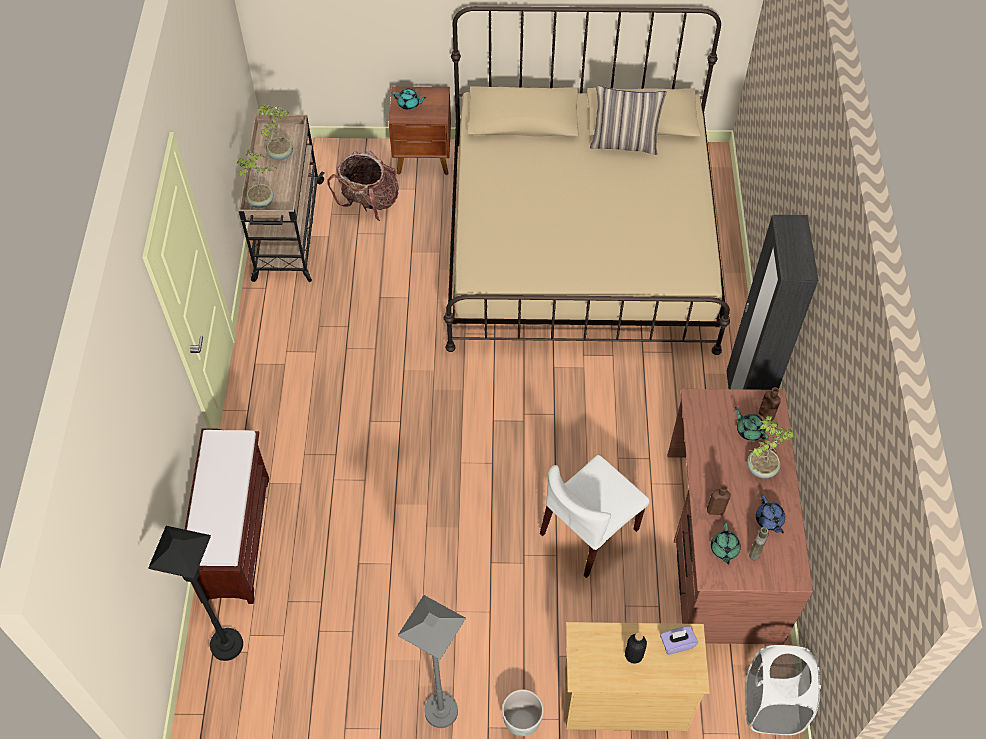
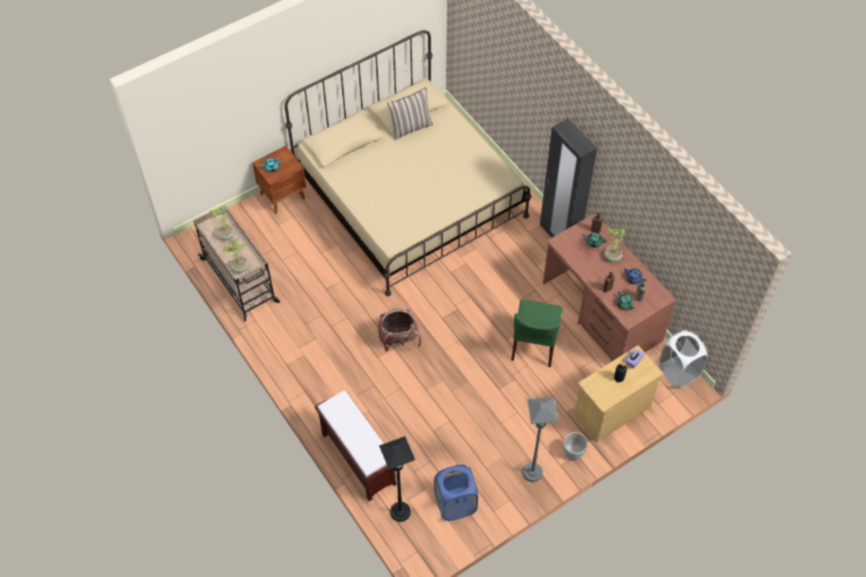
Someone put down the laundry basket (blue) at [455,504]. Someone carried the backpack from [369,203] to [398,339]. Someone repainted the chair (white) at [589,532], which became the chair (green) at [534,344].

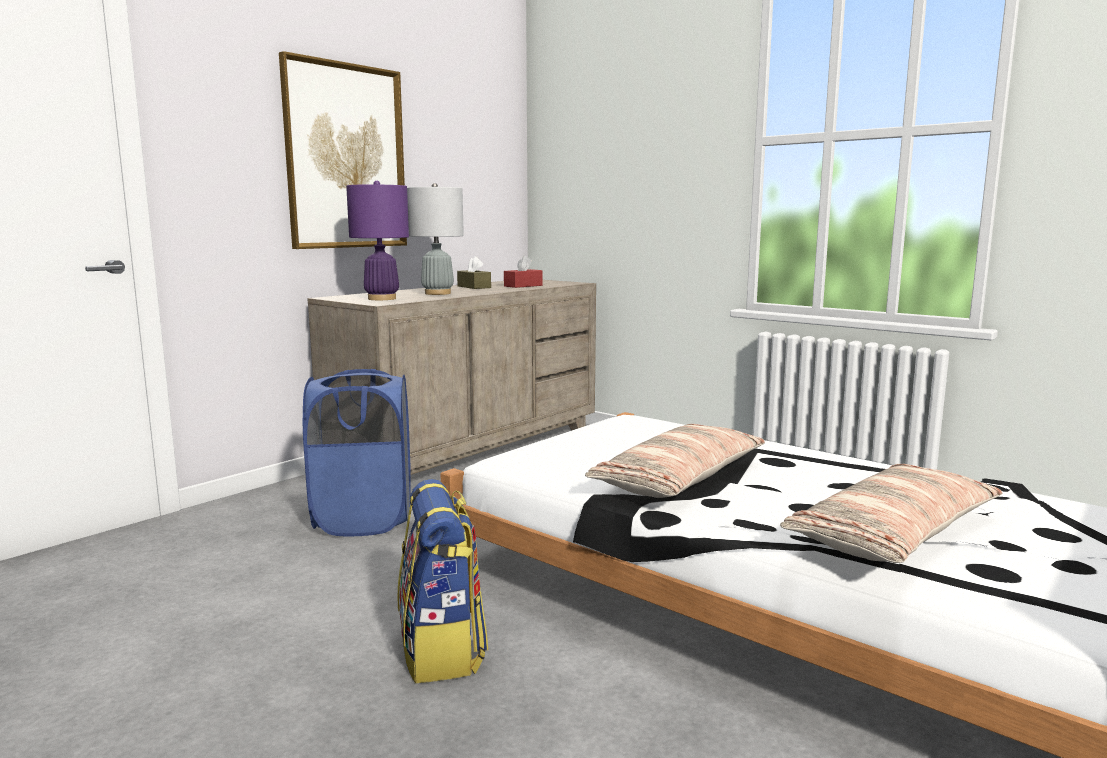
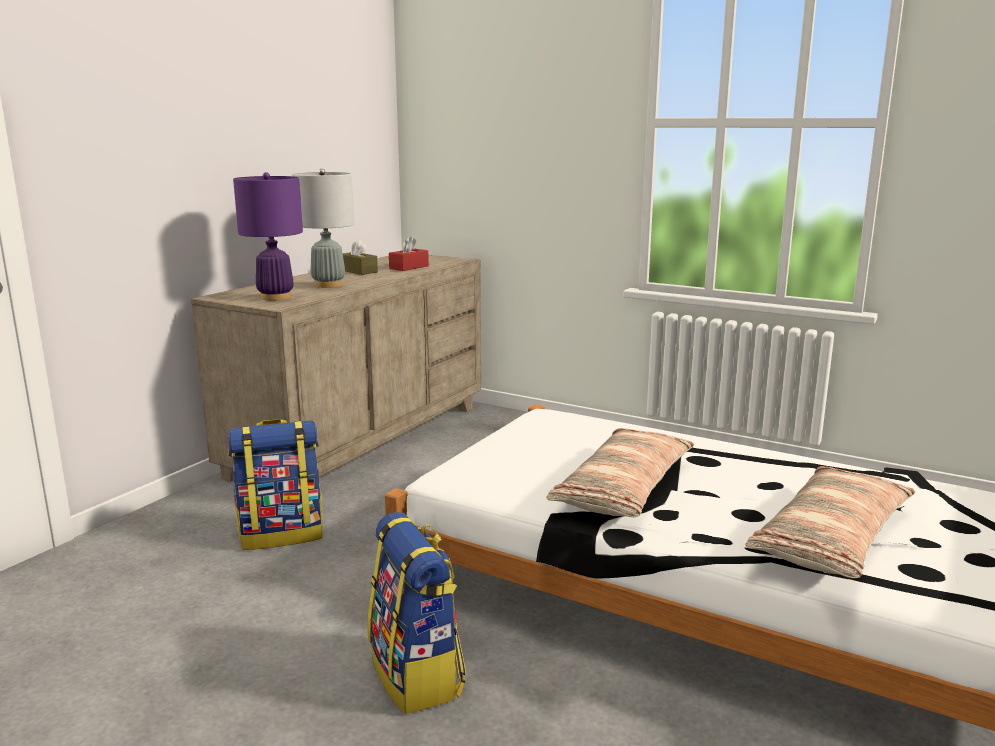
Someone took away the picture at [345,157]. Someone swapped the laundry basket (blue) at [364,519] for the backpack at [282,534].

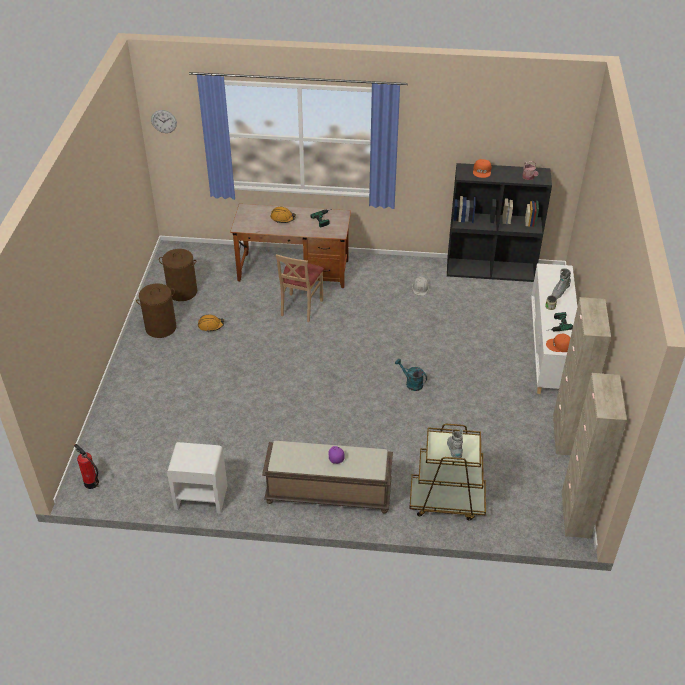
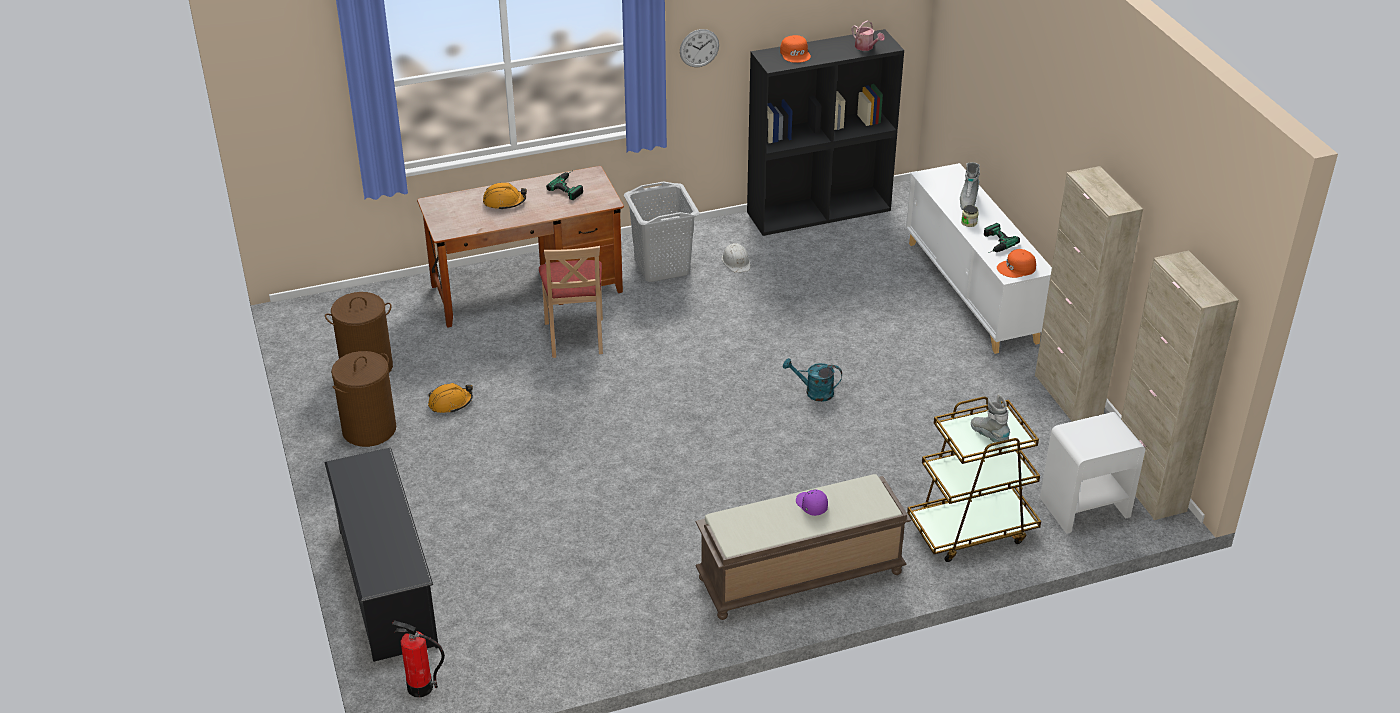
Someone put down the shoe rack (black) at [387,586]. Someone put down the laundry basket (grey) at [662,266]. Someone carried the wall clock from [164,121] to [699,48]. Someone carried the nightstand (white) from [200,497] to [1084,507].

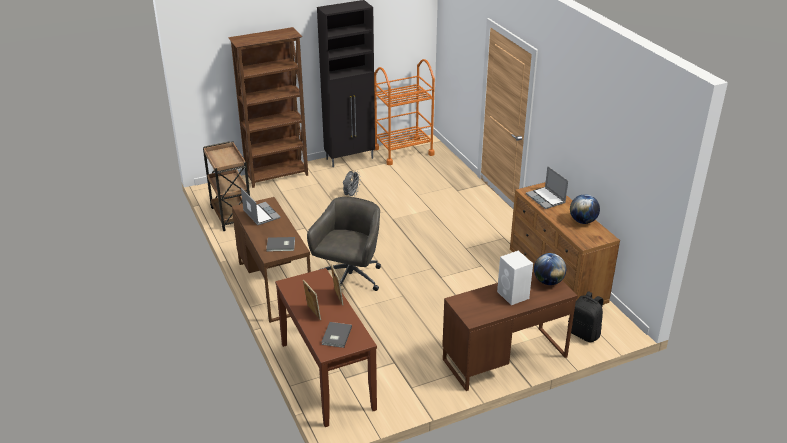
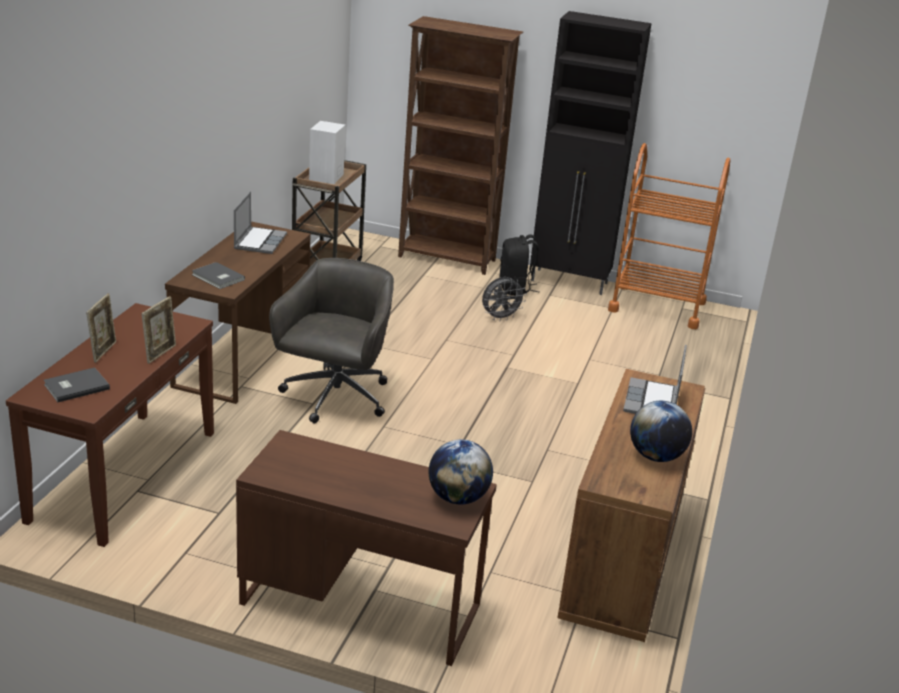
Someone carried the speaker (white) from [513,295] to [326,177]. Someone carried the backpack (black) from [584,333] to [515,289]. Someone rotated the office chair (grey) at [349,279] by 45 degrees counterclockwise.

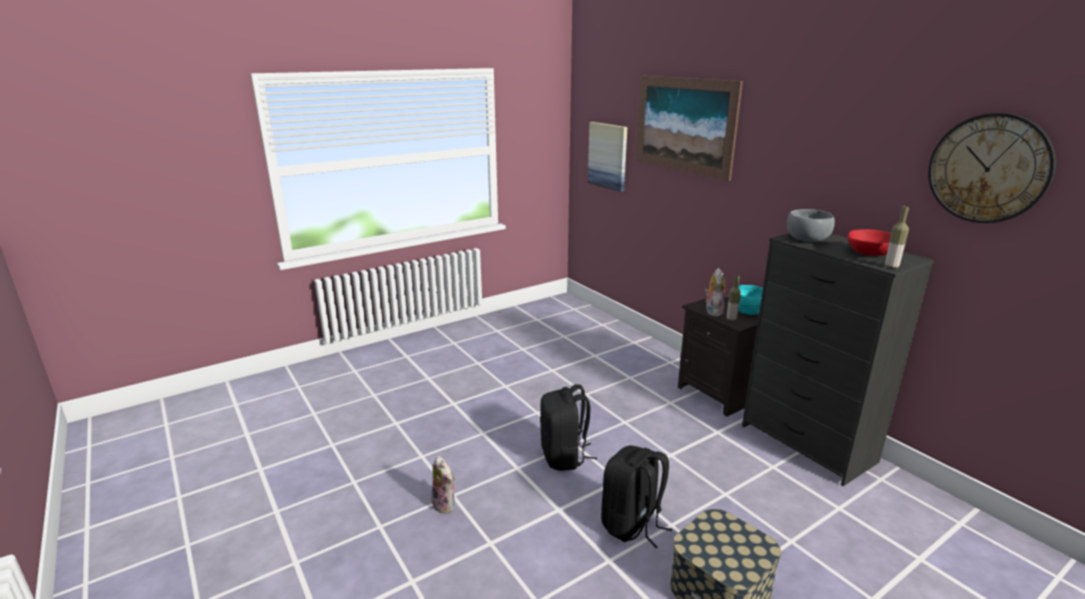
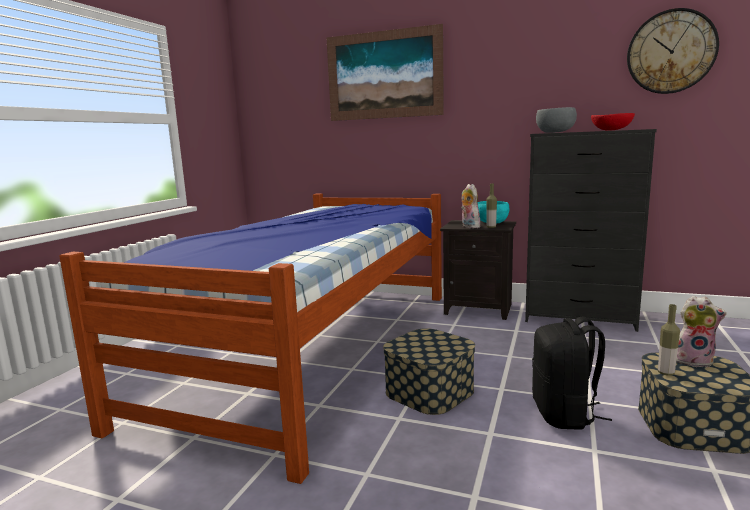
Someone took away the picture at [608,156]. Someone put down the bed at [313,348]. Someone carried the plush toy from [446,504] to [693,360]. Someone carried the bottle from [891,267] to [666,373]. Someone swapped the backpack (black) at [564,456] for the storage box at [429,391].

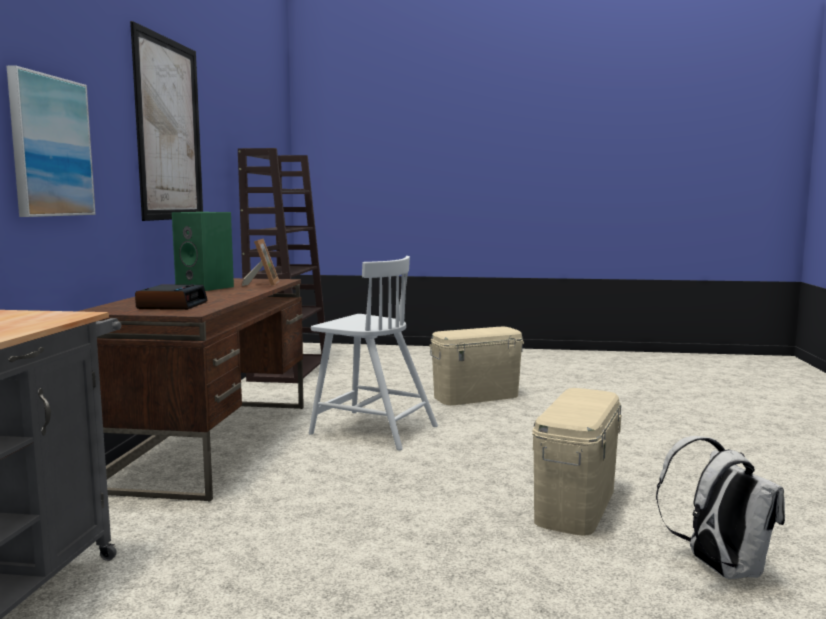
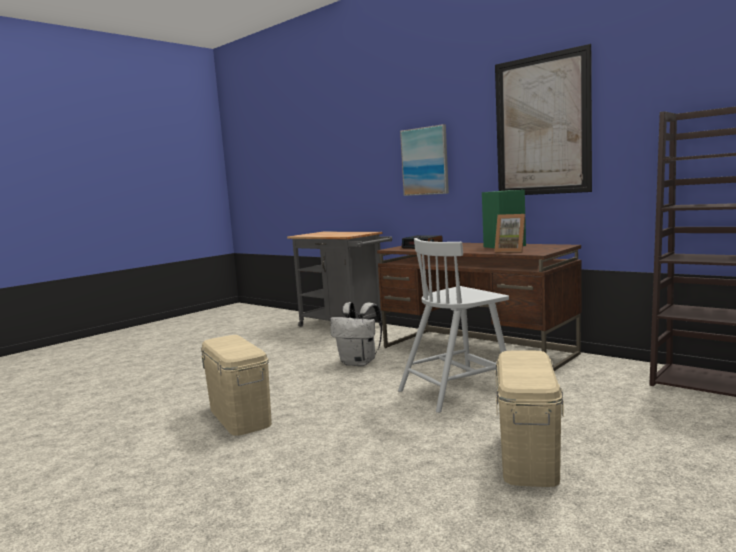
Someone carried the backpack (white) from [718,568] to [359,363].

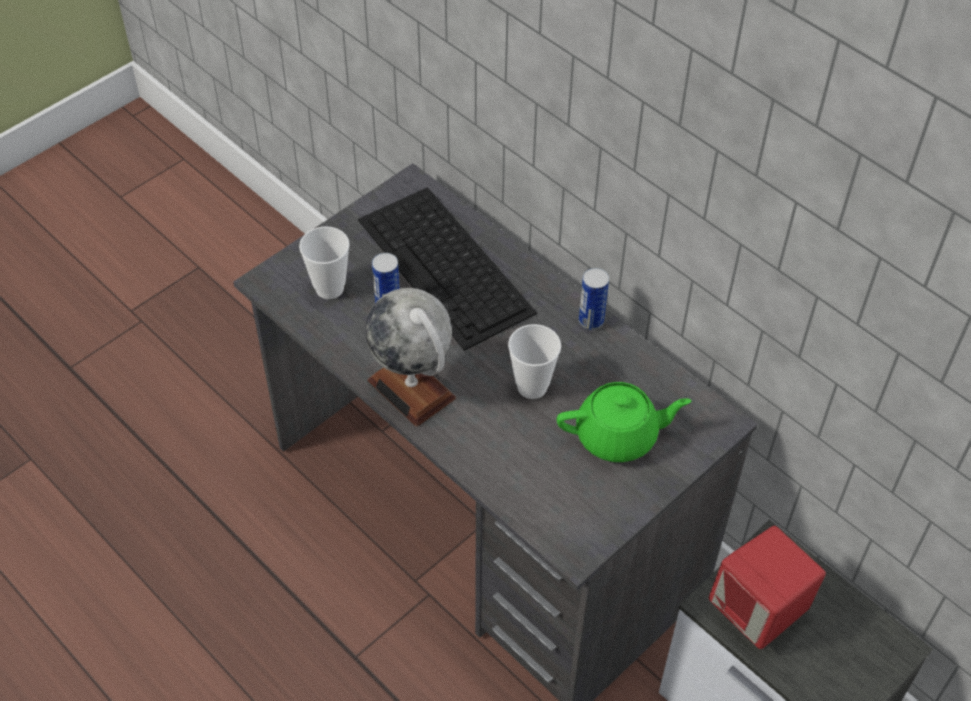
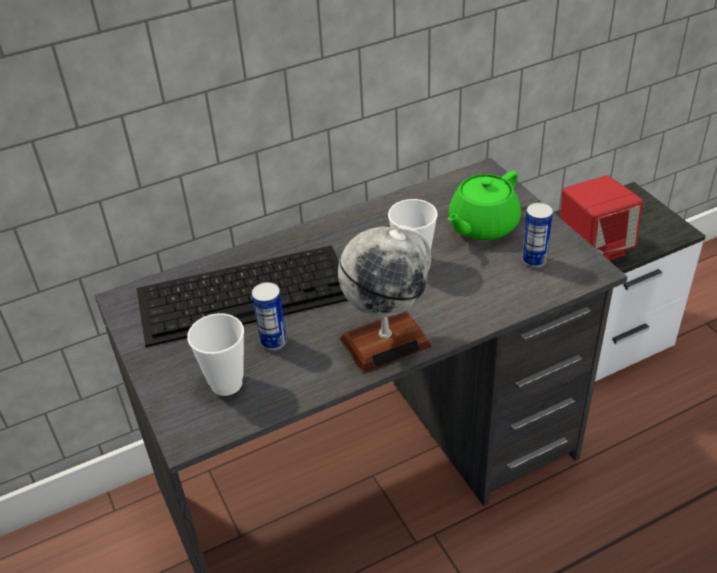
Someone carried the can from [591,321] to [534,261]. Someone rotated the teapot (green) at [618,436] by 150 degrees counterclockwise.

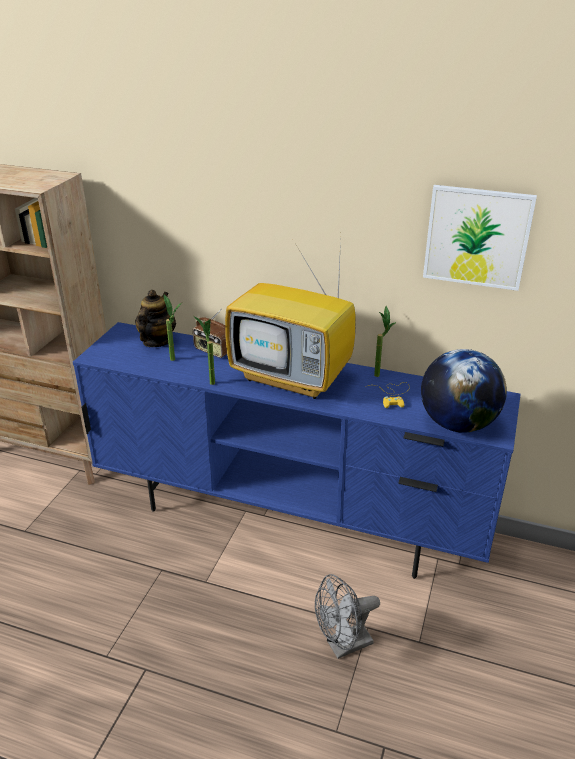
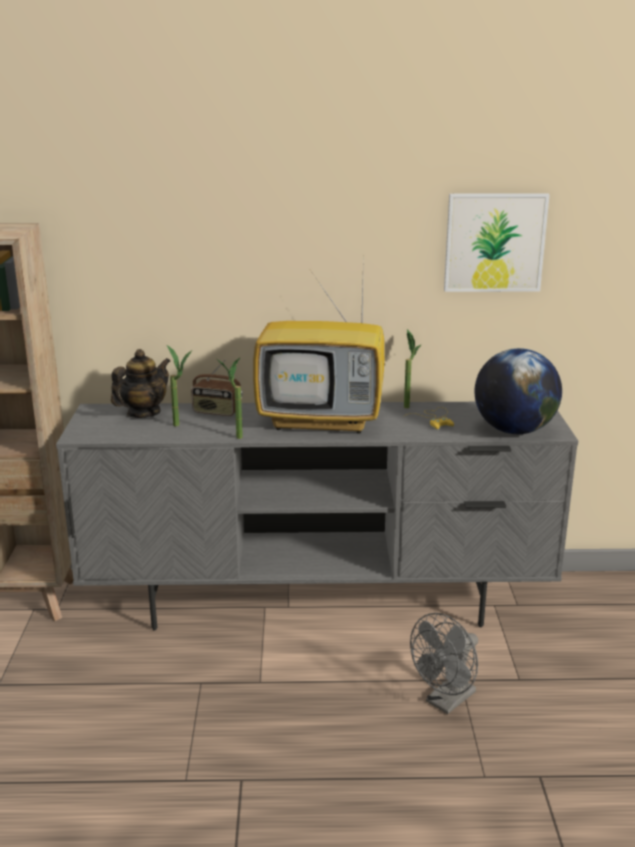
Someone repainted the tv stand (blue) at [290,518], which became the tv stand (grey) at [319,603]. Someone rotated the teapot at [157,341] by 45 degrees clockwise.

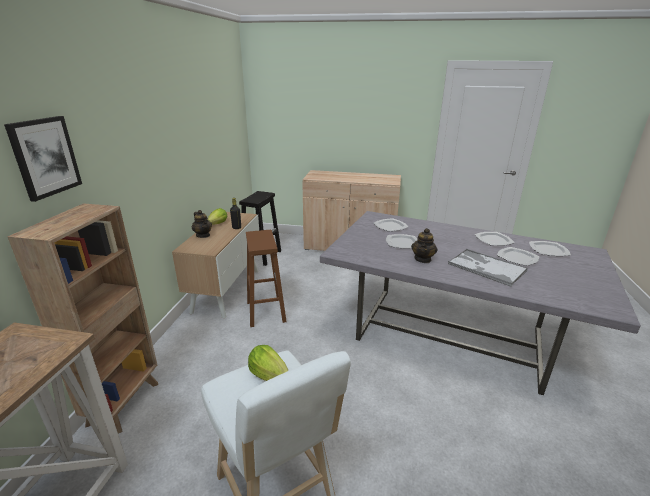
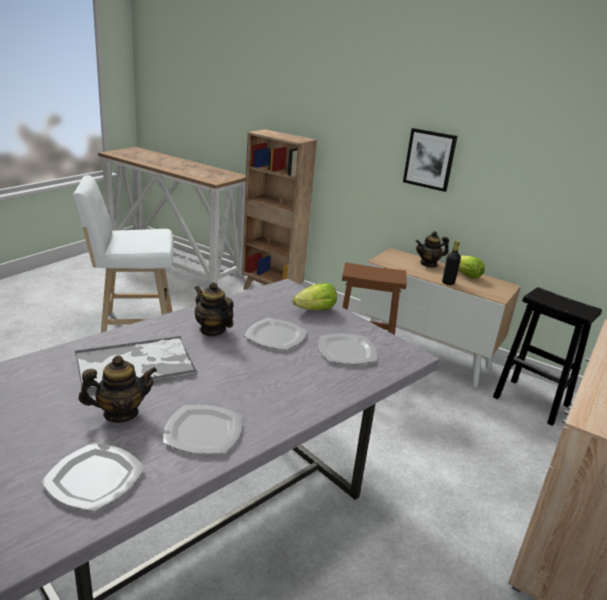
Someone carried the picture from [45,157] to [429,159]. Someone carried the lettuce from [269,375] to [316,310]. Someone swapped the plate at [517,258] for the teapot at [120,413].

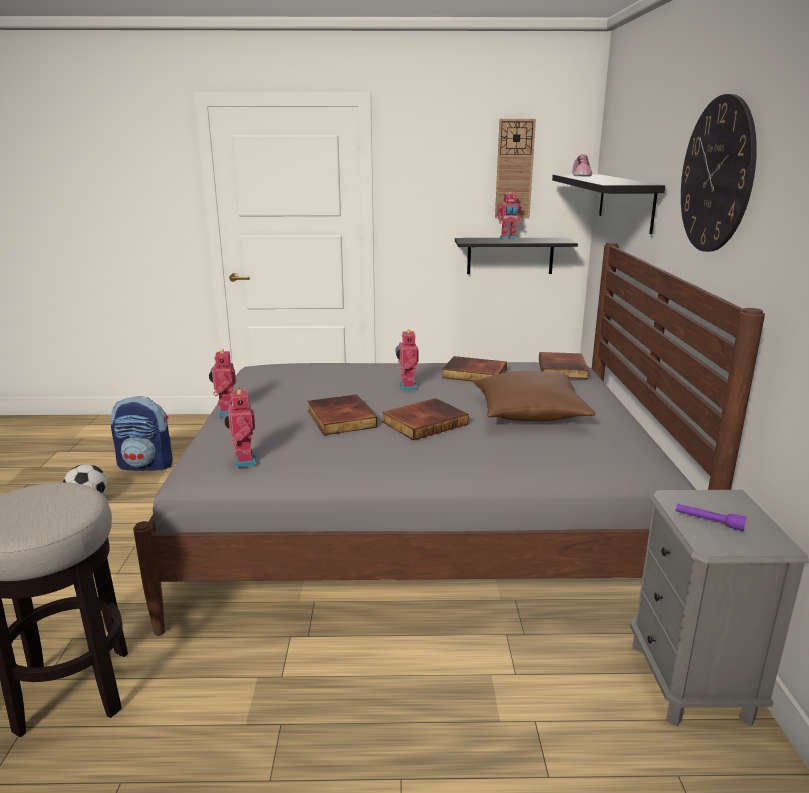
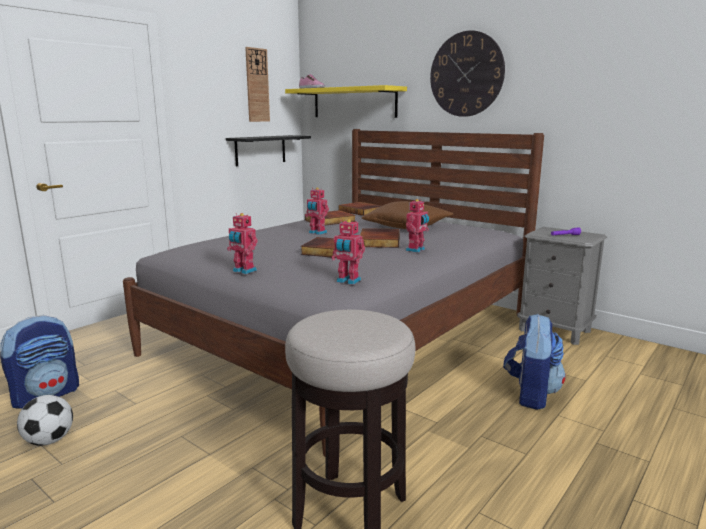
Someone put down the backpack at [530,394]. Someone carried the toy robot from [508,239] to [416,250]. Someone repainted the shelf (black) at [625,201], which became the shelf (yellow) at [354,103].

